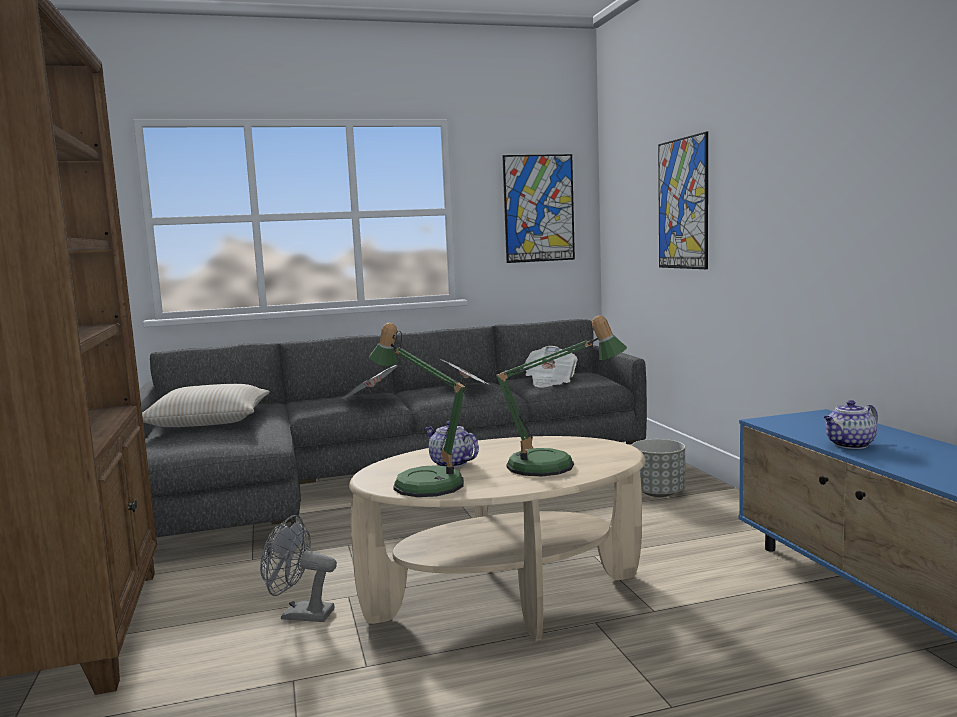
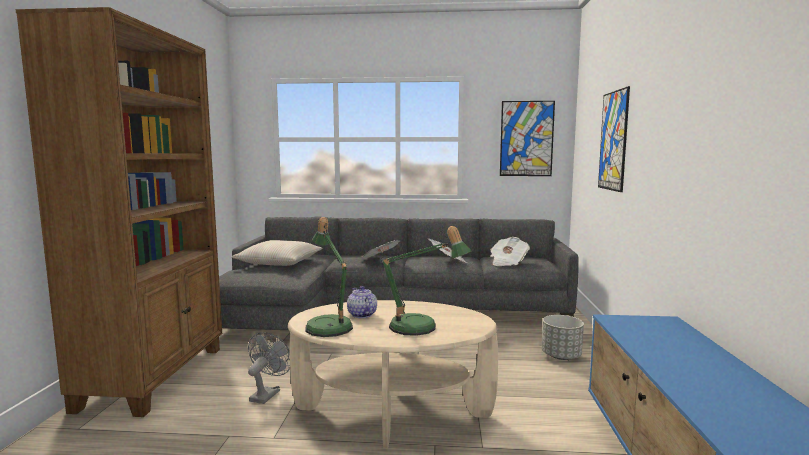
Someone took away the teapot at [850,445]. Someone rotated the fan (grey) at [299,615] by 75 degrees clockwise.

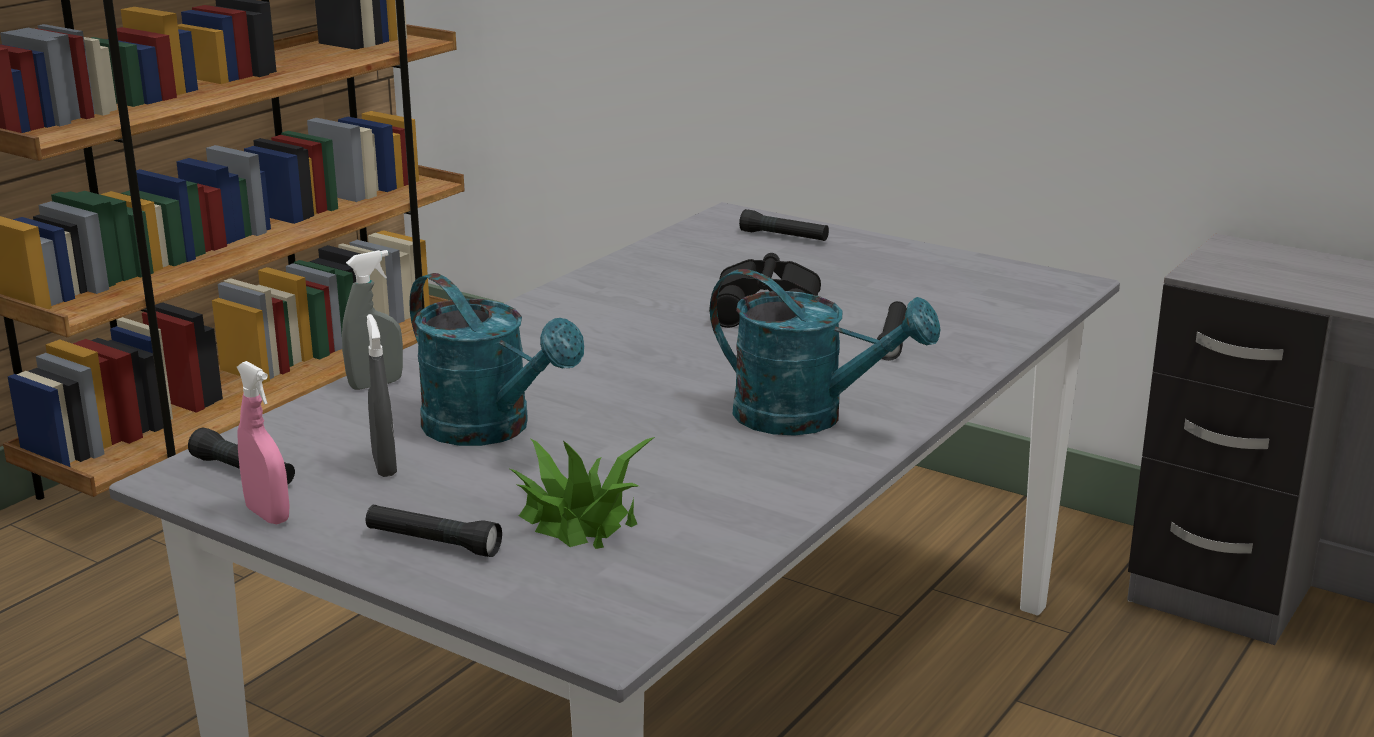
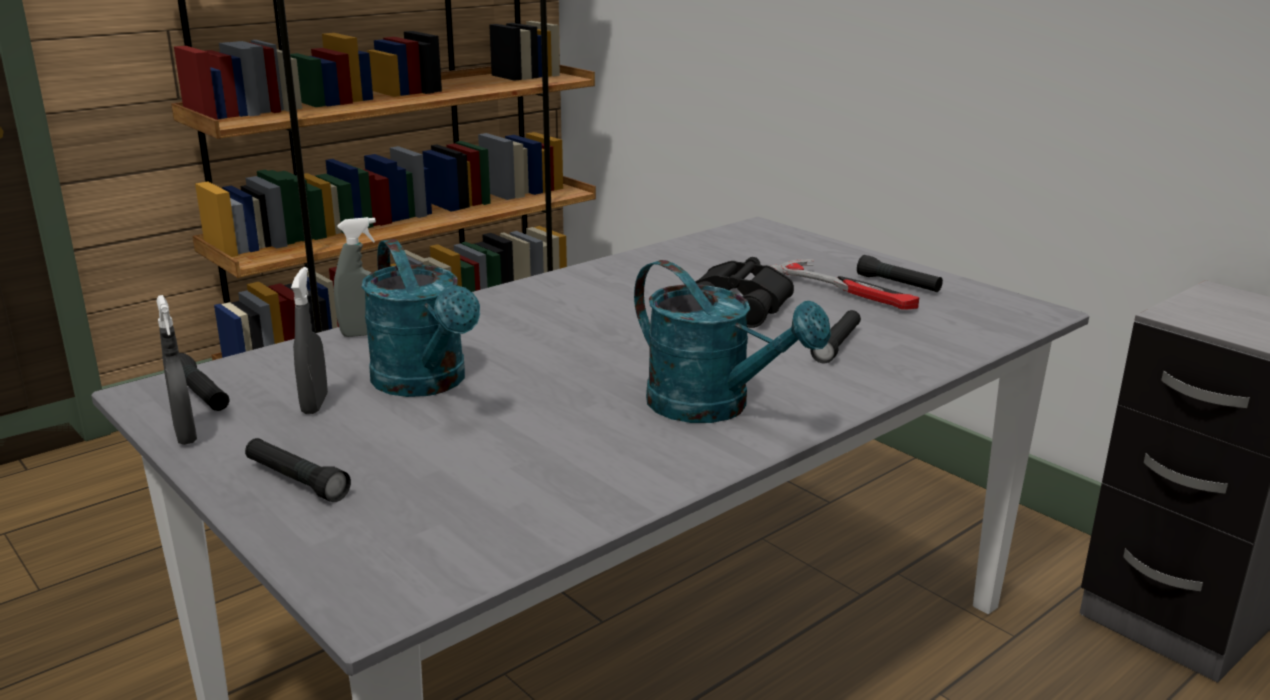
Someone took away the potted plant at [579,520]. Someone put down the hammer at [846,292]. Someone carried the flashlight (black) from [784,237] to [898,284]. Someone repainted the spray bottle (pink) at [268,515], which became the spray bottle (grey) at [185,435].

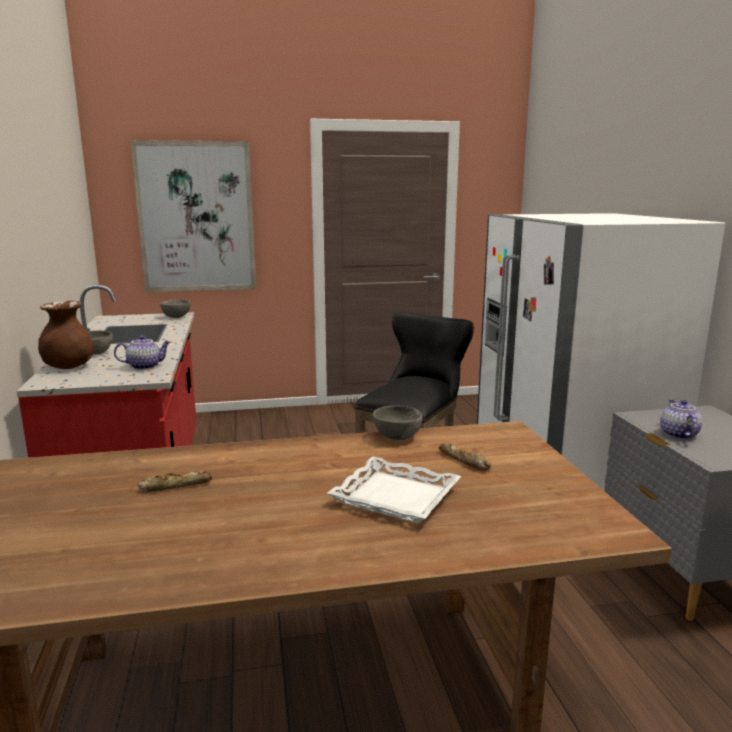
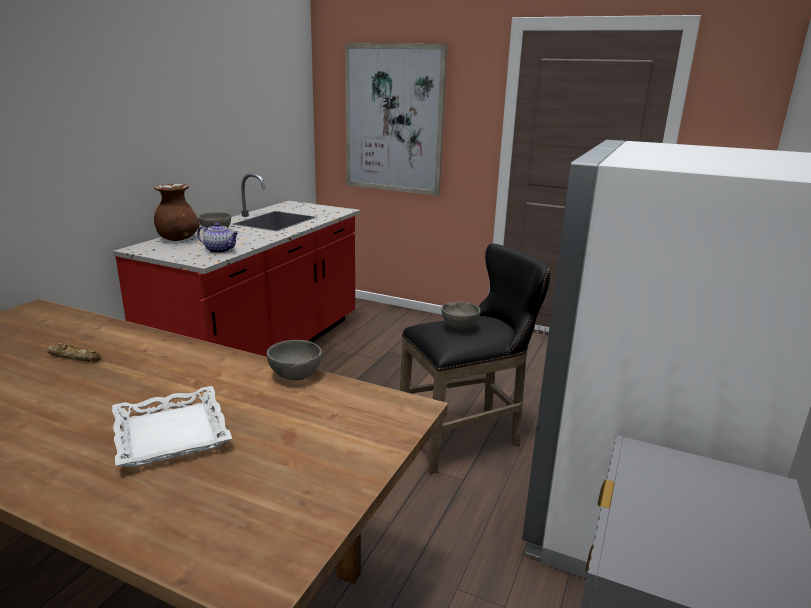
Someone took away the bread at [463,461]. Someone took away the teapot at [678,434]. Someone carried the bowl (grey) from [176,317] to [460,327].

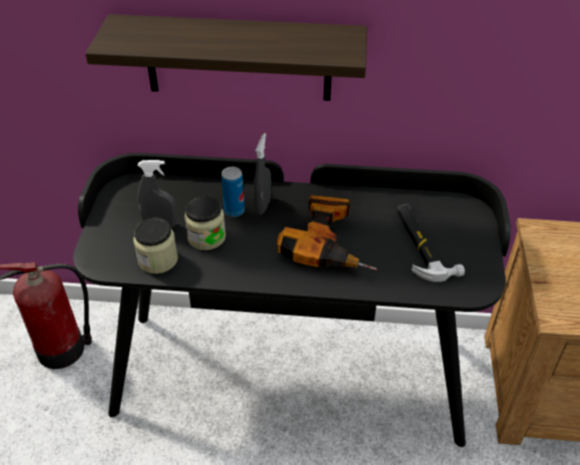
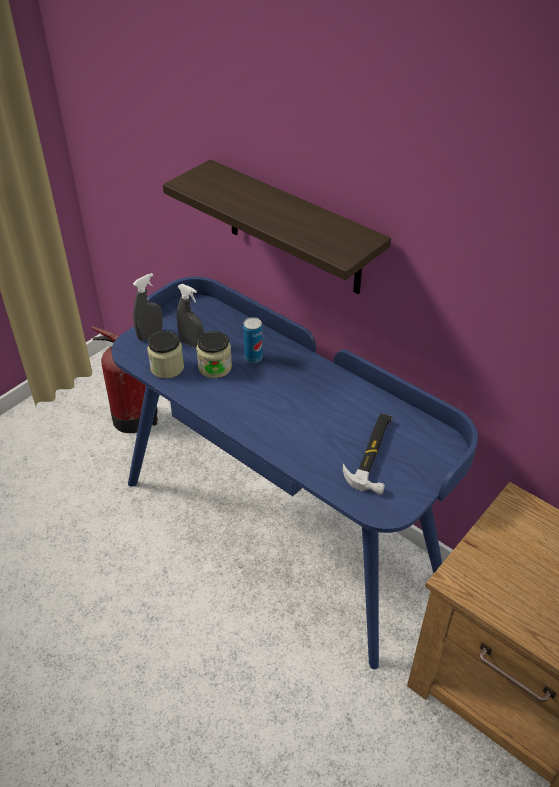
Someone took away the power drill at [329,242]. Someone carried the spray bottle (grey) from [263,205] to [150,335]. Someone repainted the desk (black) at [290,373], which became the desk (blue) at [280,527].

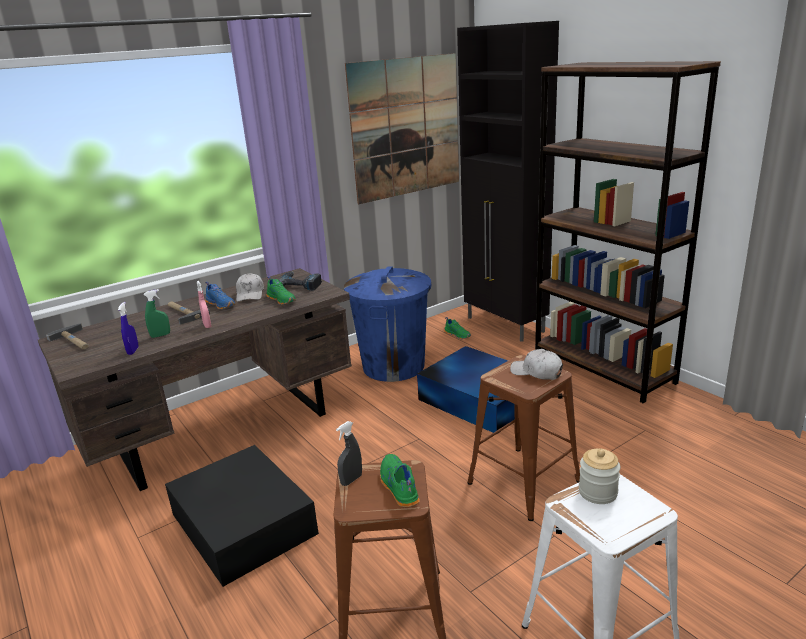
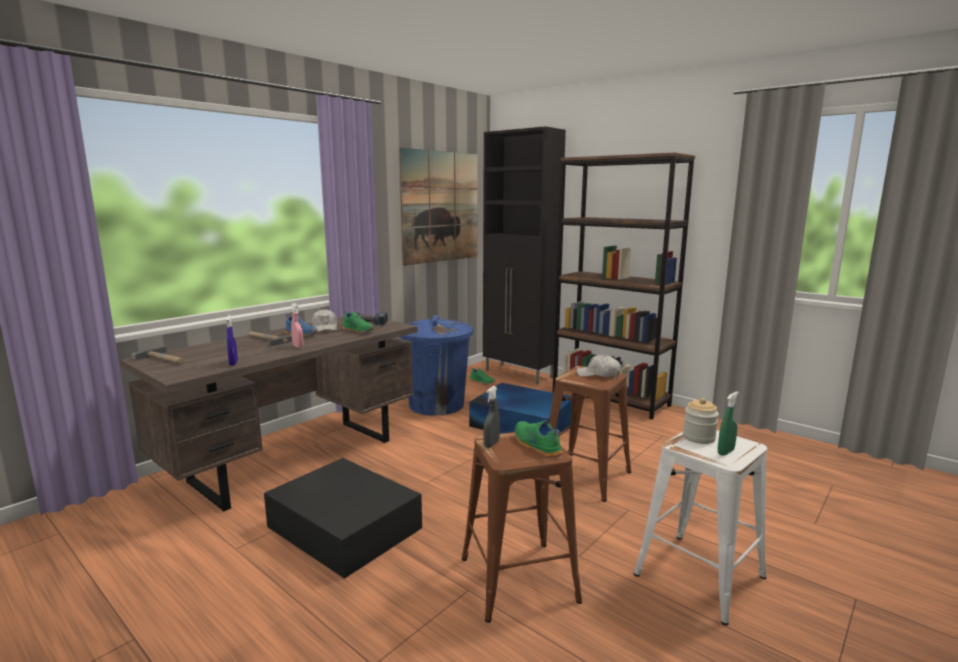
Someone carried the spray bottle (green) from [160,335] to [725,452].

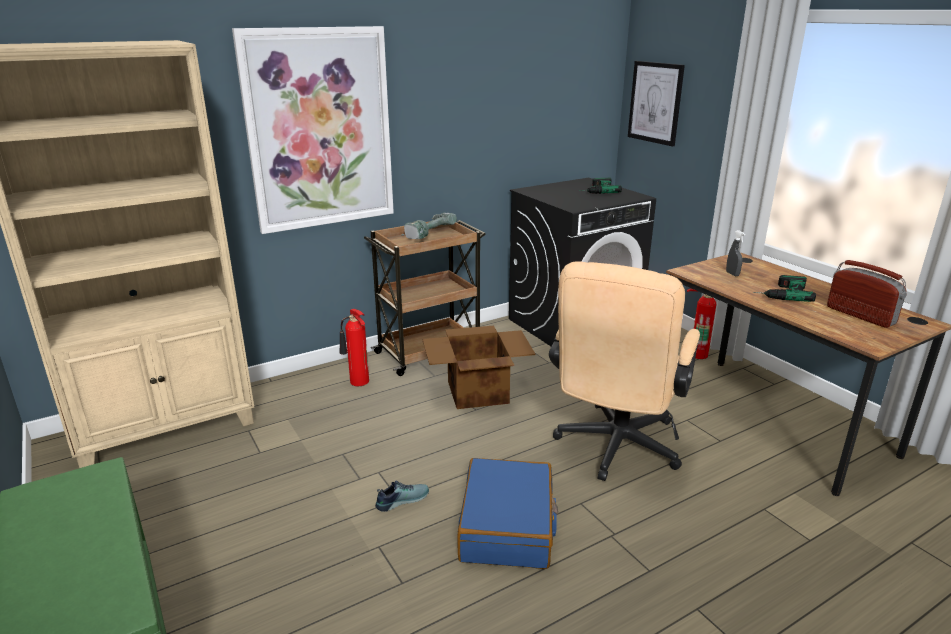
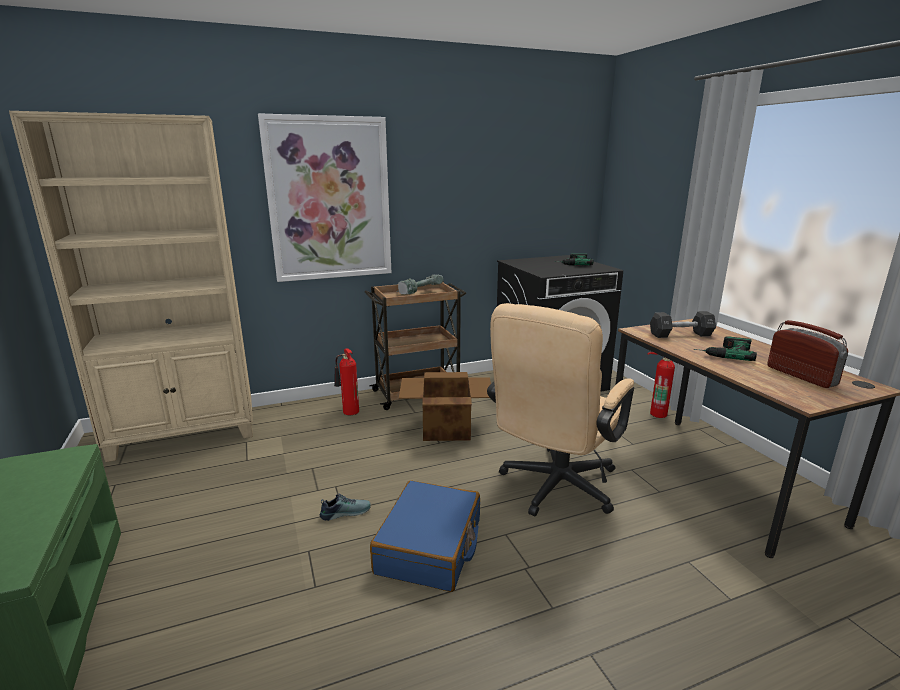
Someone took away the picture at [655,102]. Someone swapped the spray bottle (grey) at [732,274] for the dumbbell (black) at [680,335].

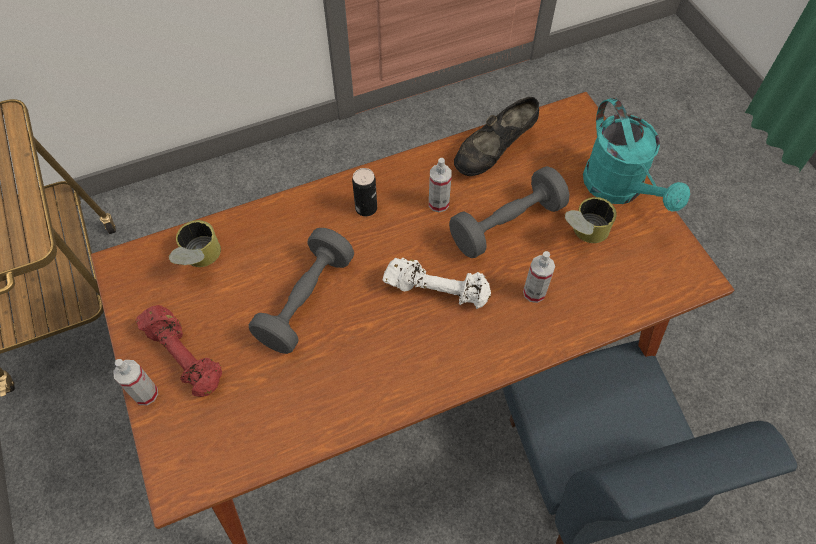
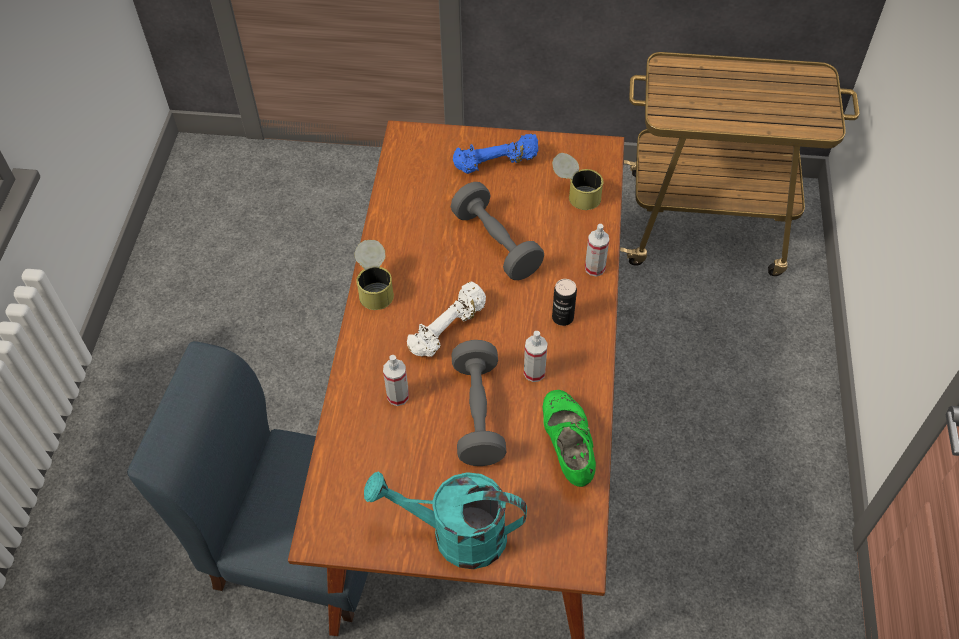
Someone carried the spray bottle from [145,394] to [594,268]. Someone carried the can from [583,234] to [375,287]. Someone repainted the dumbbell (red) at [185,356], which became the dumbbell (blue) at [496,163]. Someone repainted the shoe (black) at [493,153], which became the shoe (green) at [567,448].

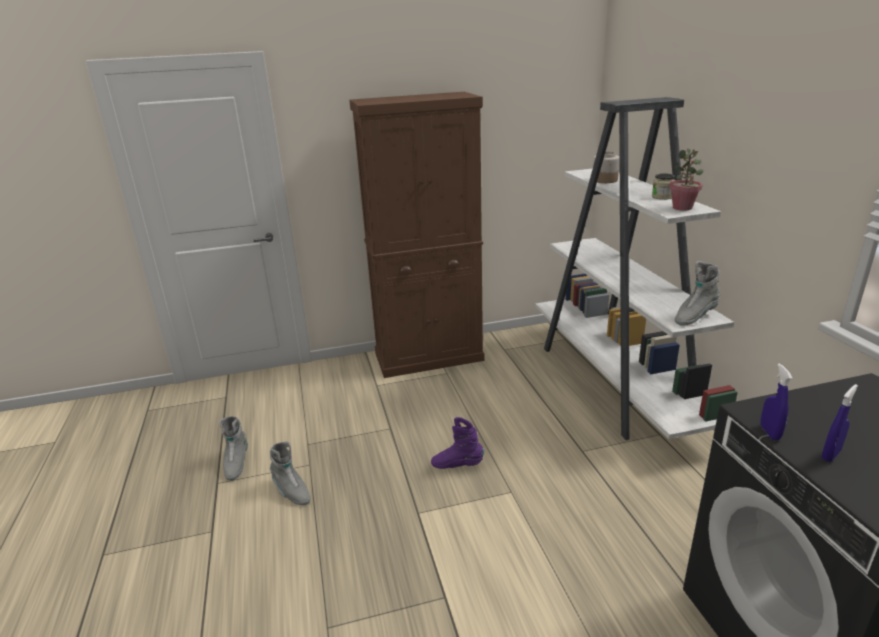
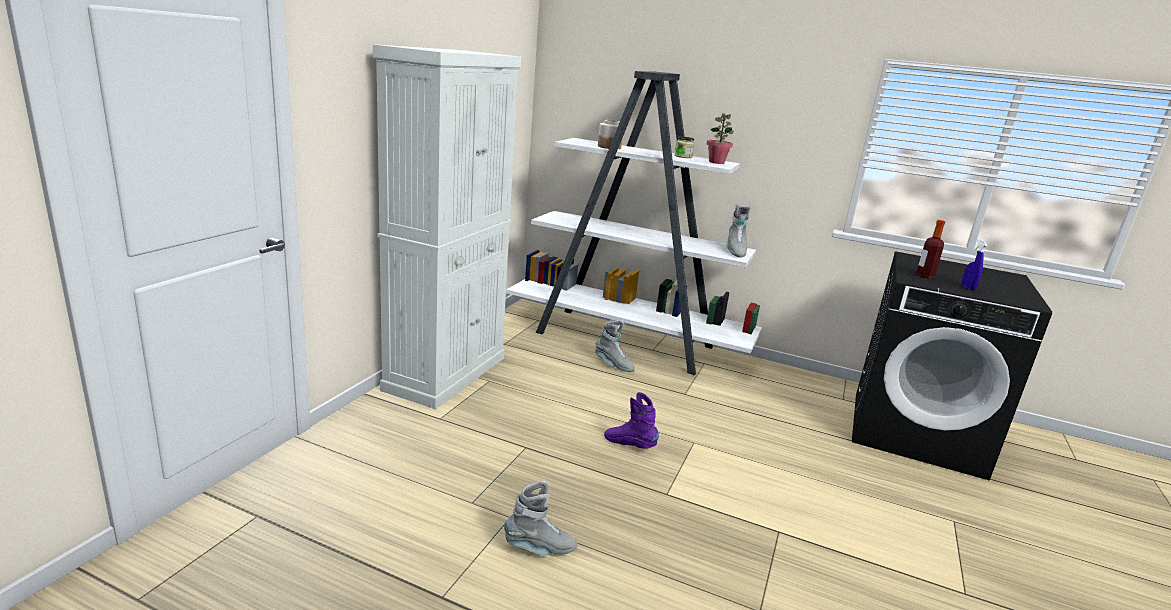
Someone took away the spray bottle (blue) at [769,432]. Someone put down the bottle at [925,276]. Someone carried the boot (grey) from [236,464] to [613,365]. Someone repainted the cabinet (brown) at [429,357], which became the cabinet (white) at [446,373]. Someone rotated the boot (purple) at [457,465] by 75 degrees clockwise.

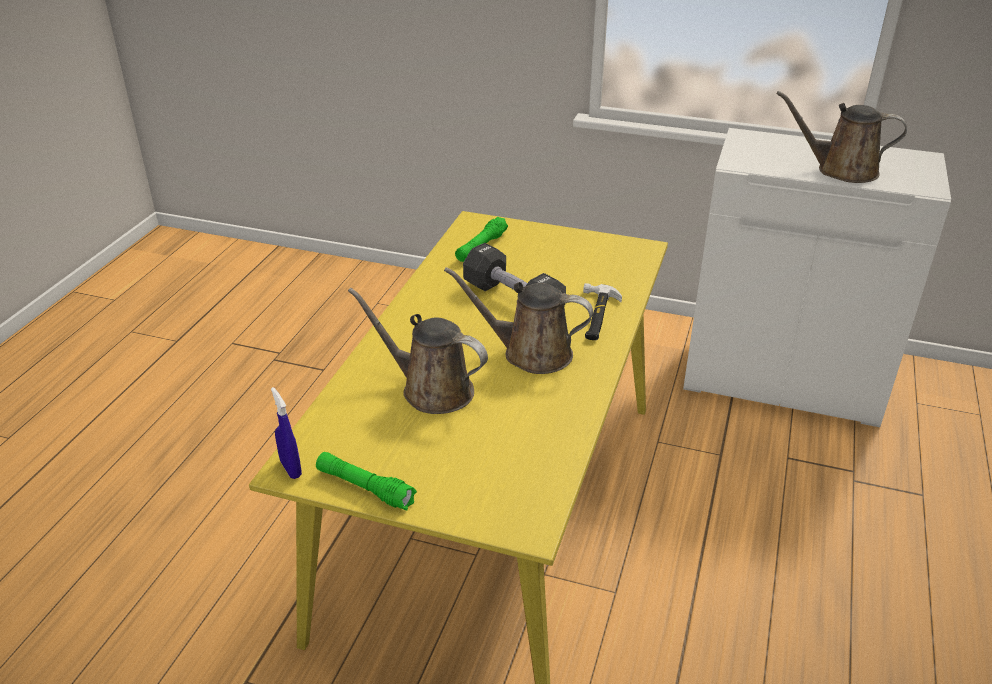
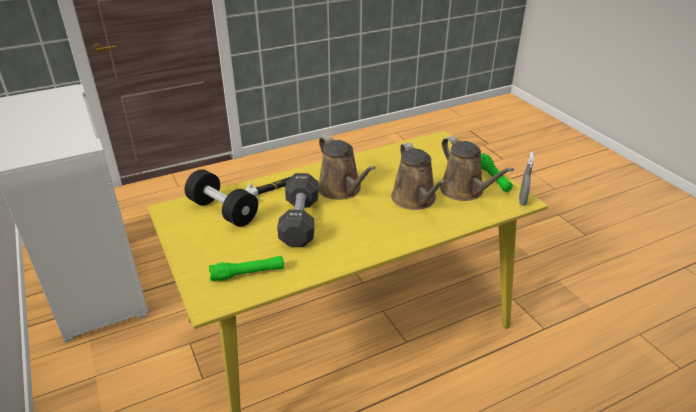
Someone put down the dumbbell (black) at [223,211]. Someone carried the watering can (brown) from [841,170] to [464,191]. Someone repainted the spray bottle (blue) at [291,469], which became the spray bottle (grey) at [522,201].

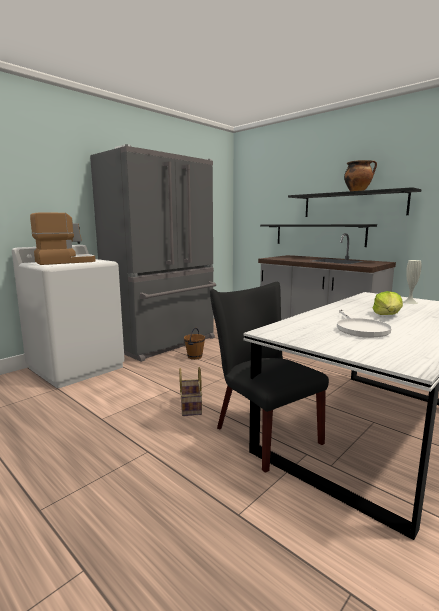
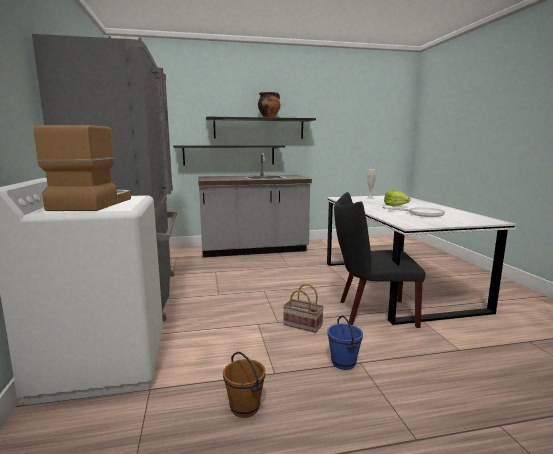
Someone put down the bucket (blue) at [343,363]. Someone carried the bucket (brown) from [194,357] to [244,408].

